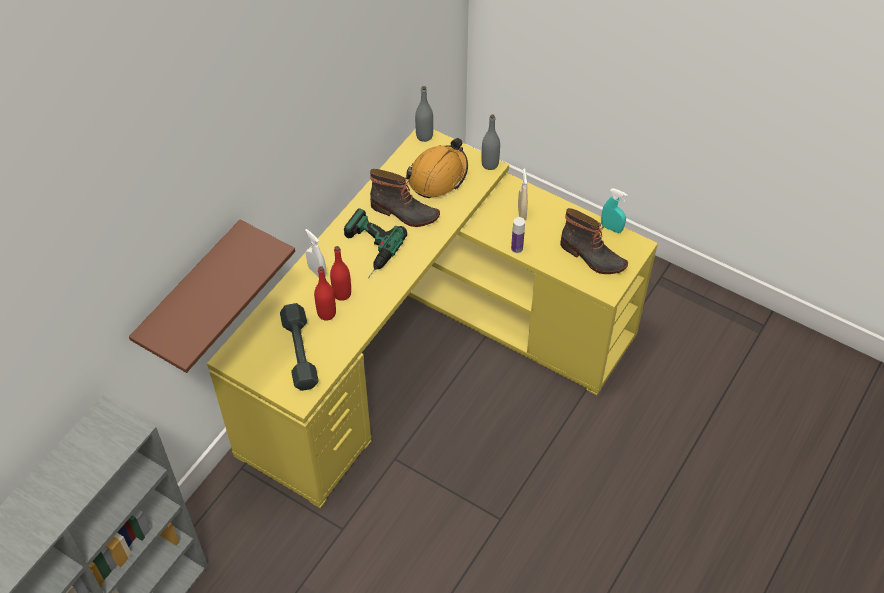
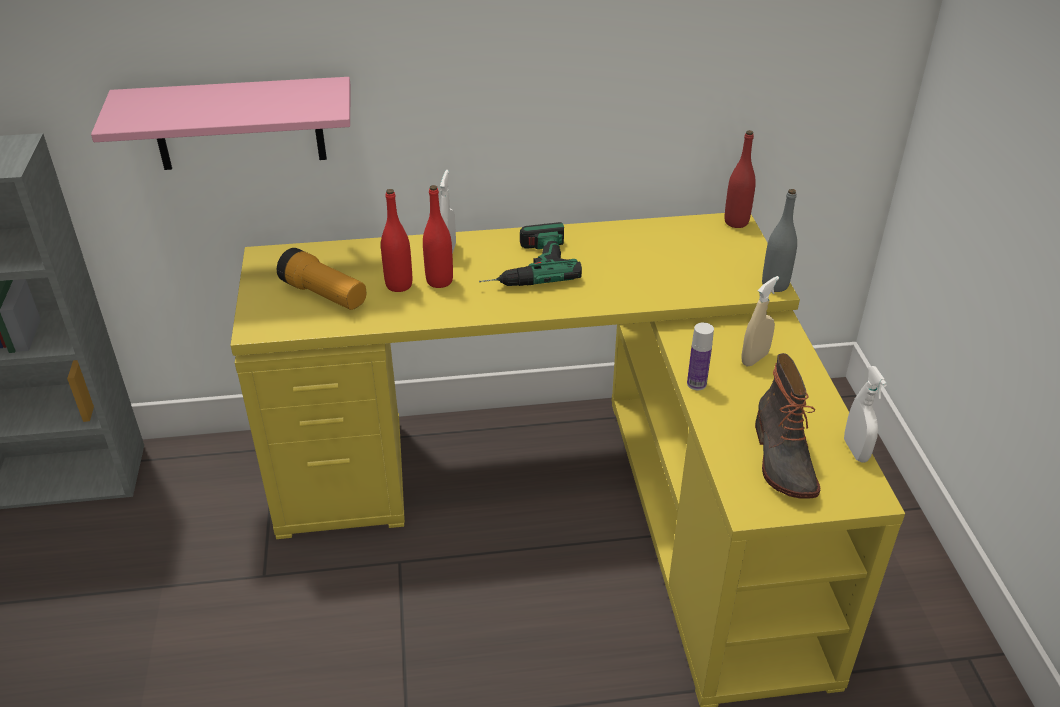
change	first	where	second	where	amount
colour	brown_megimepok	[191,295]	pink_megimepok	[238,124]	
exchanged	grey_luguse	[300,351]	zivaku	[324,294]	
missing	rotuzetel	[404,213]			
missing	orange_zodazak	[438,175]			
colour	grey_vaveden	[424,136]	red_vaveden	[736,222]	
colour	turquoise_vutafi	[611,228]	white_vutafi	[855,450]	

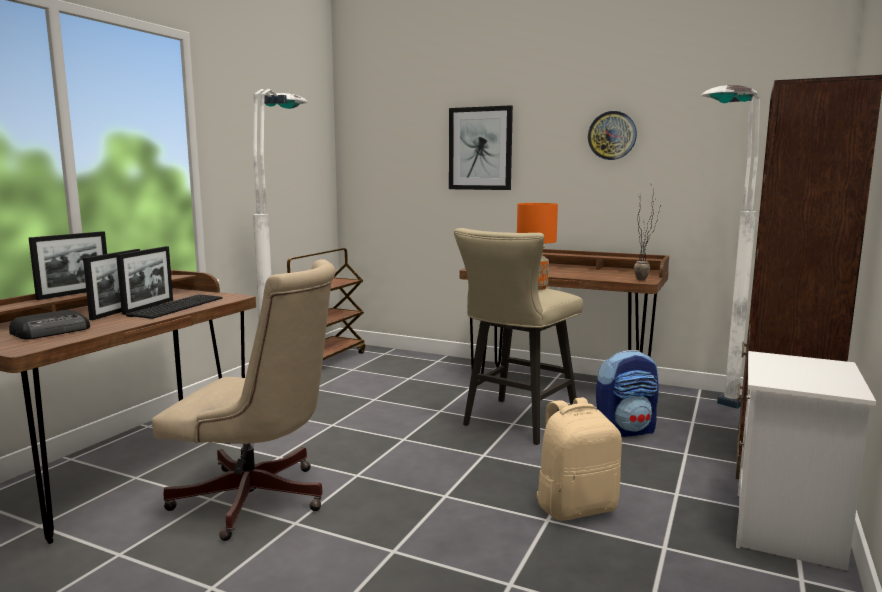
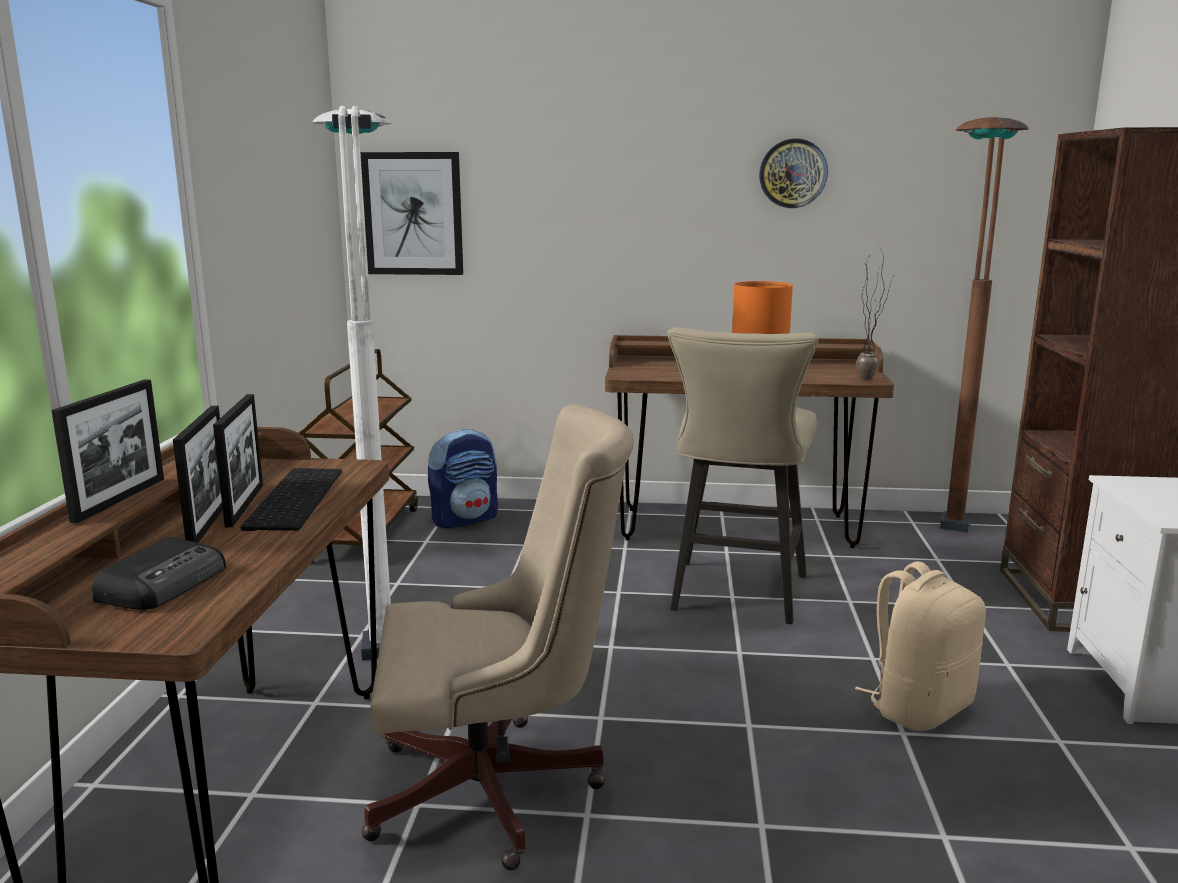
change	first	where	second	where	amount
relocated	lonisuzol	[480,148]		[413,214]	
relocated	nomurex	[625,430]		[465,519]	
colour	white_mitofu	[710,414]	brown_mitofu	[946,545]	

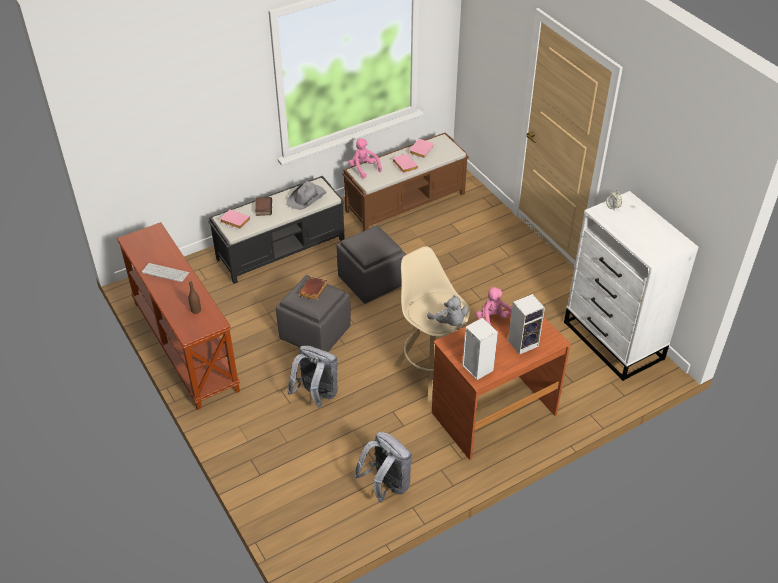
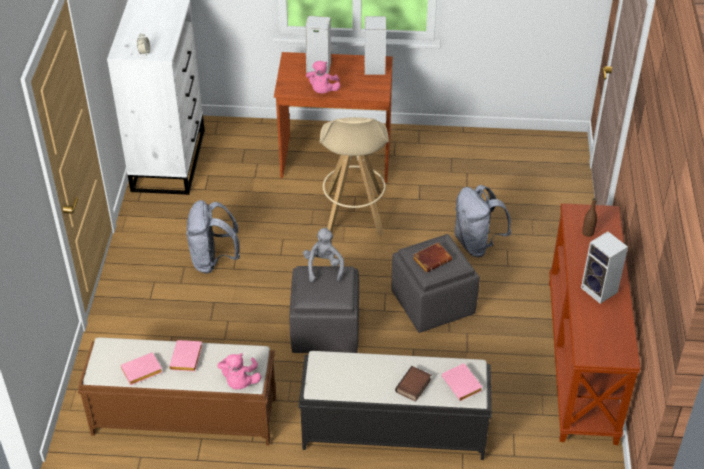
change	first	where	second	where	amount
exchanged	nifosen	[165,273]	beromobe	[600,290]	
missing	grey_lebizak	[307,198]			
relocated	grey_nomurex	[386,485]		[213,260]	
relocated	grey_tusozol	[449,322]		[323,267]	

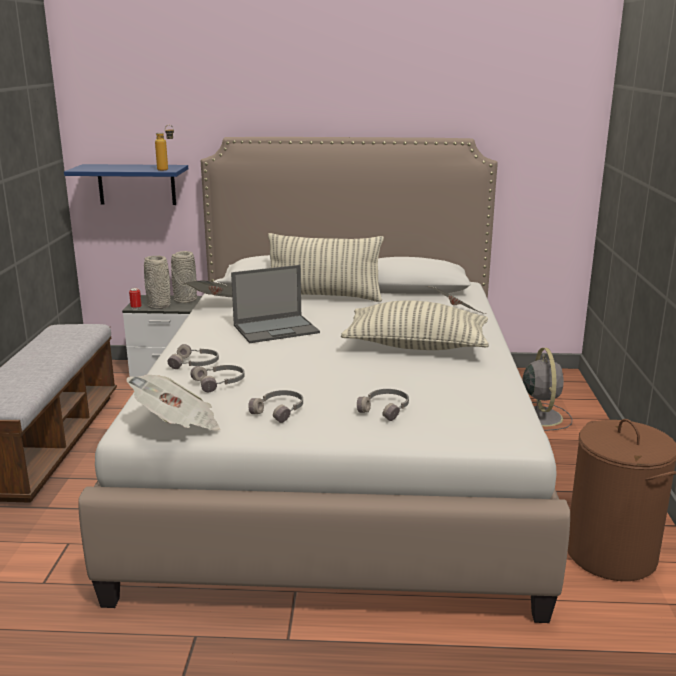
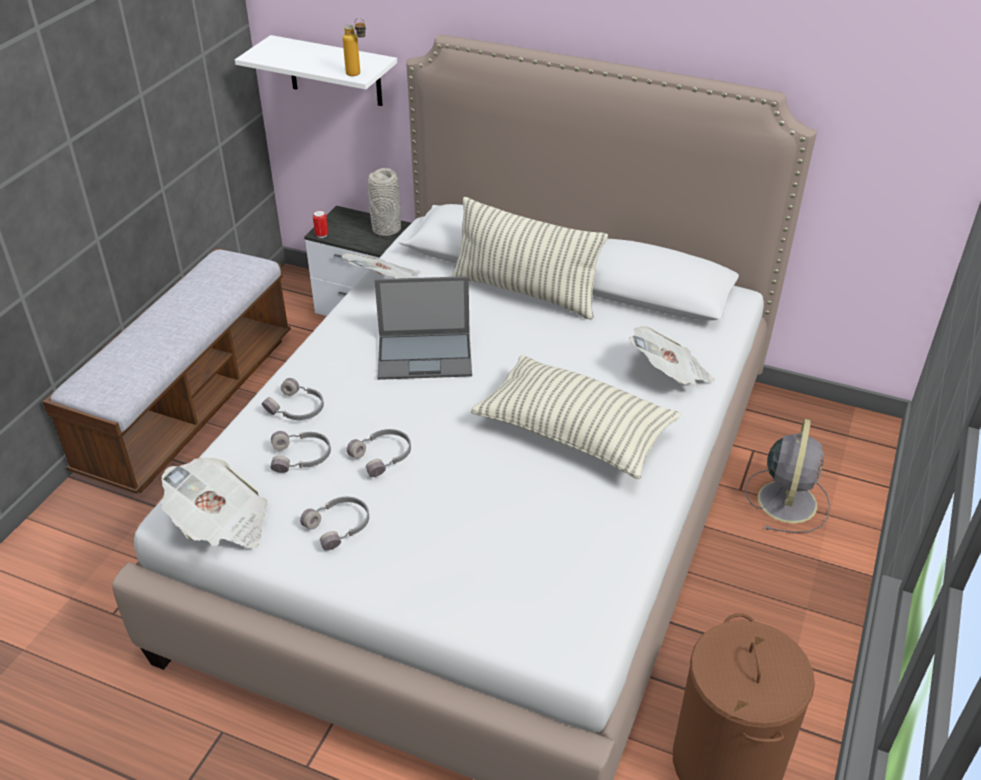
change	first	where	second	where	amount
colour	blue_megimepok	[136,184]	white_megimepok	[335,71]	
missing	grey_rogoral	[159,306]			
relocated	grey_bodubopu	[386,409]		[383,456]	

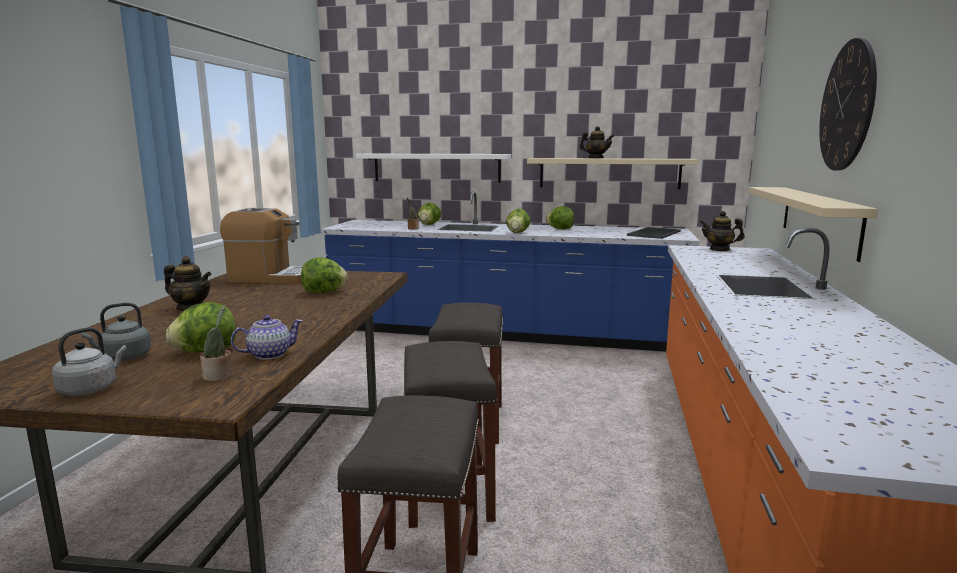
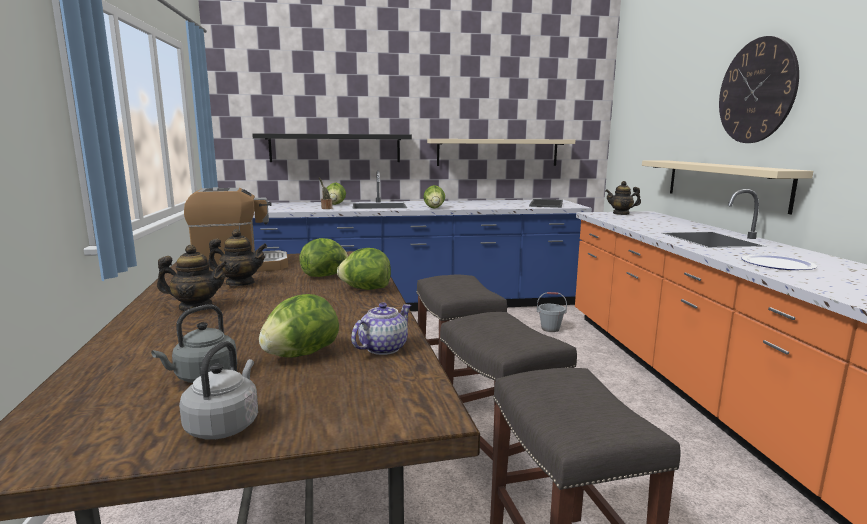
change	first	where	second	where	amount
missing	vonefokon	[219,376]			
colour	white_megimepok	[436,167]	black_megimepok	[335,148]	
relocated	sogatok	[560,229]		[365,289]	
relocated	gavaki	[596,158]		[240,283]	
appeared			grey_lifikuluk	[550,329]	
appeared			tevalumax	[777,264]	

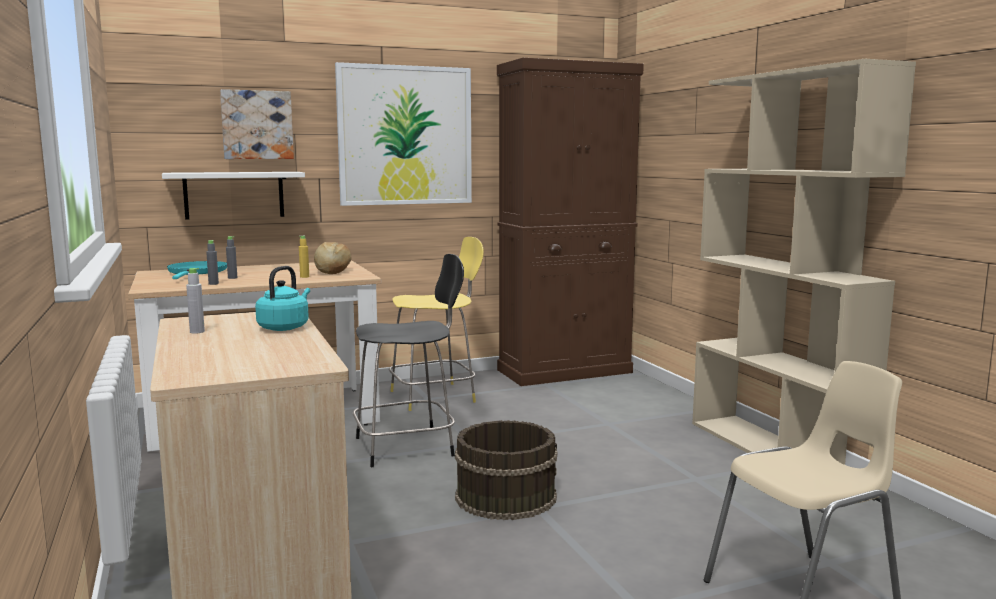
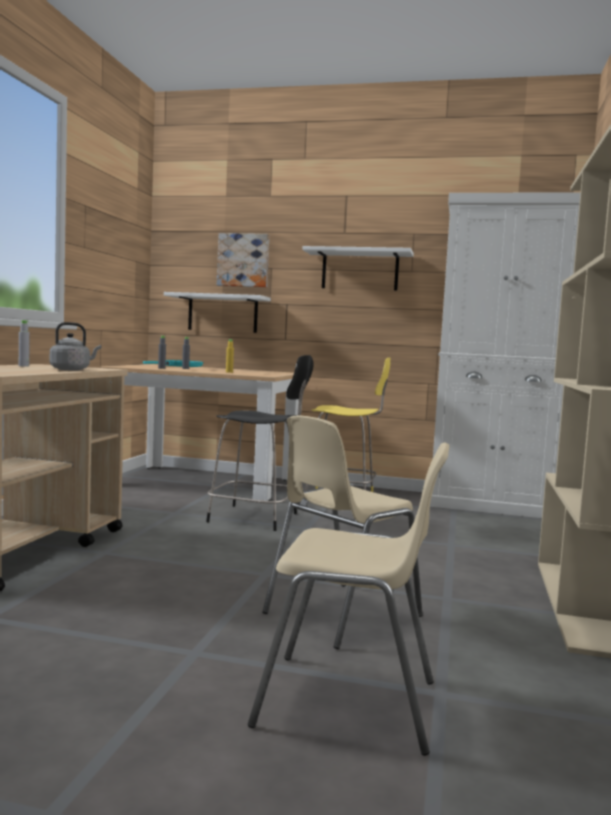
change	first	where	second	where	amount
colour	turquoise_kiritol	[285,327]	grey_kiritol	[72,369]	
missing	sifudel	[332,271]			
exchanged	lonisuzol	[405,136]	white_megimepok	[360,270]	
missing	brown_lifikuluk	[505,496]			
colour	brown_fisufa	[565,371]	white_fisufa	[491,506]	
appeared			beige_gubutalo	[339,614]	

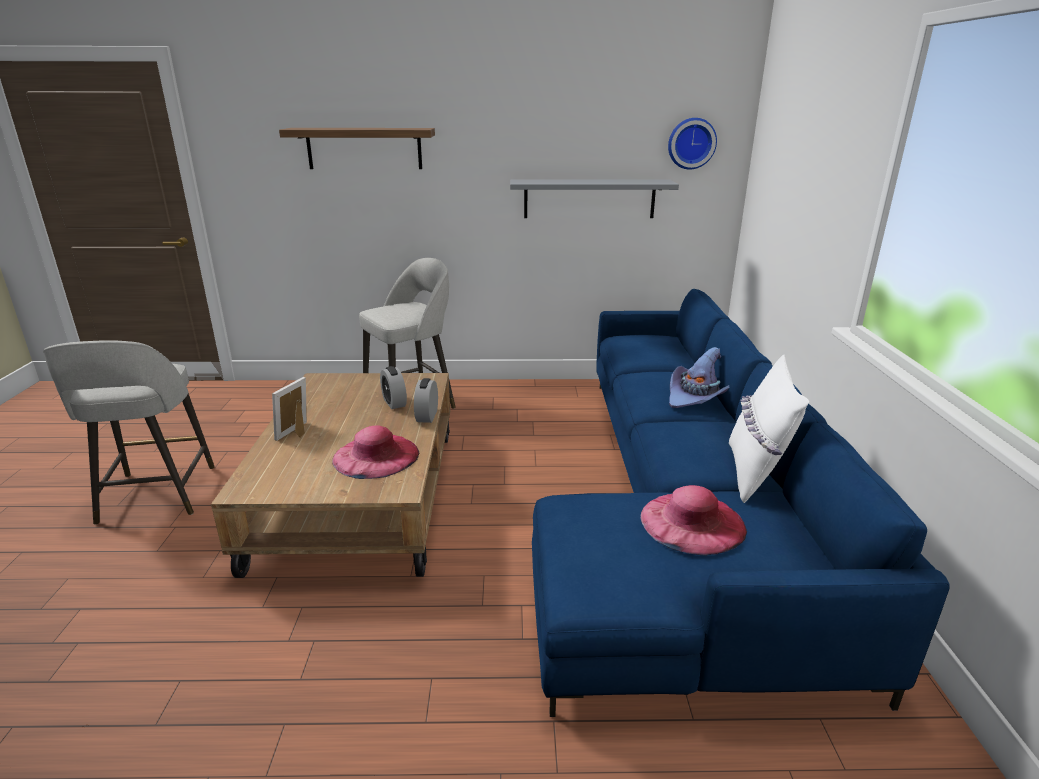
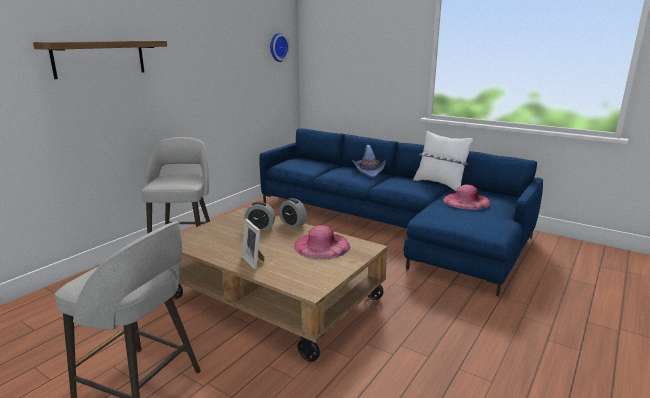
change	first	where	second	where	amount
missing	grey_megimepok	[589,198]			

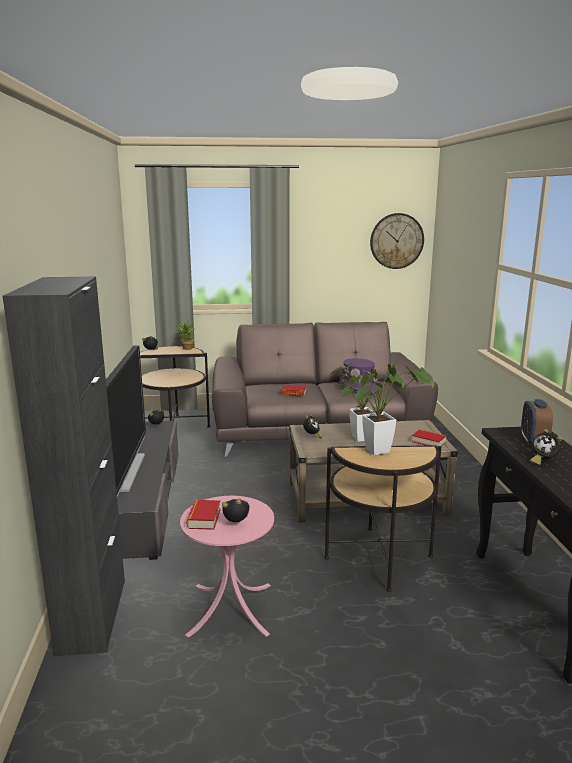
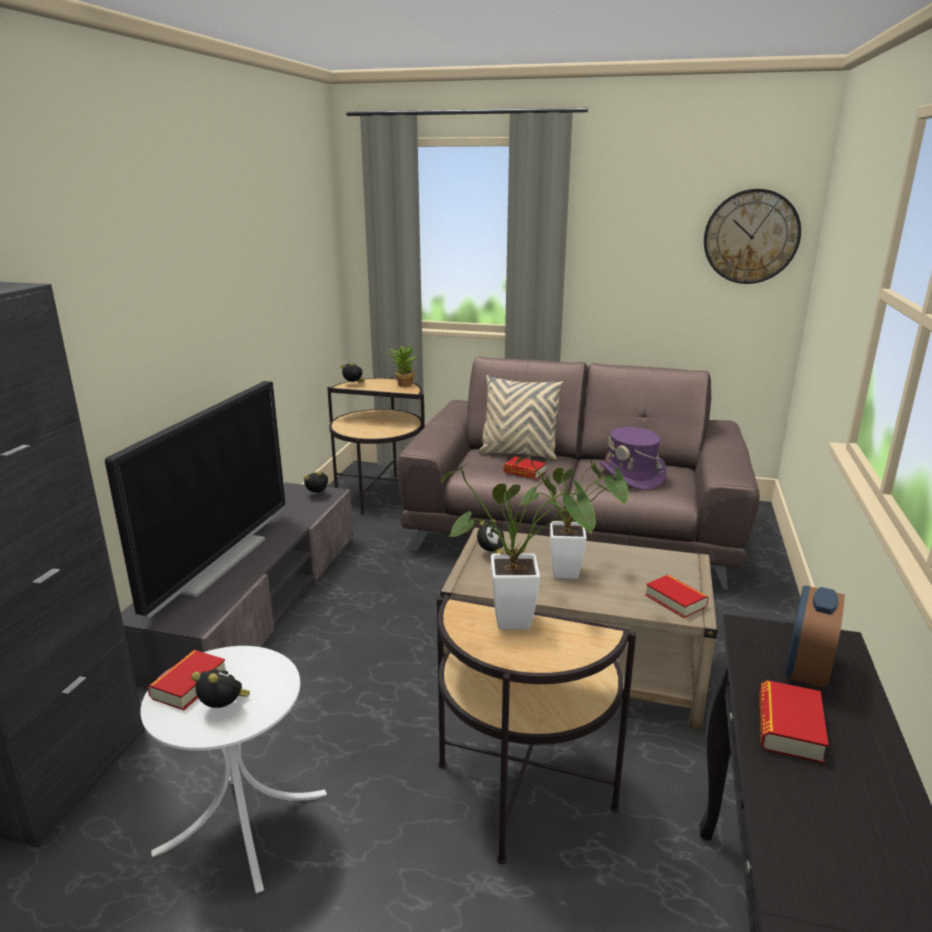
change	first	where	second	where	amount
colour	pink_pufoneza	[230,609]	white_pufoneza	[242,821]	
exchanged	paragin	[542,461]	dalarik	[789,727]	
appeared			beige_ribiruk	[518,453]	

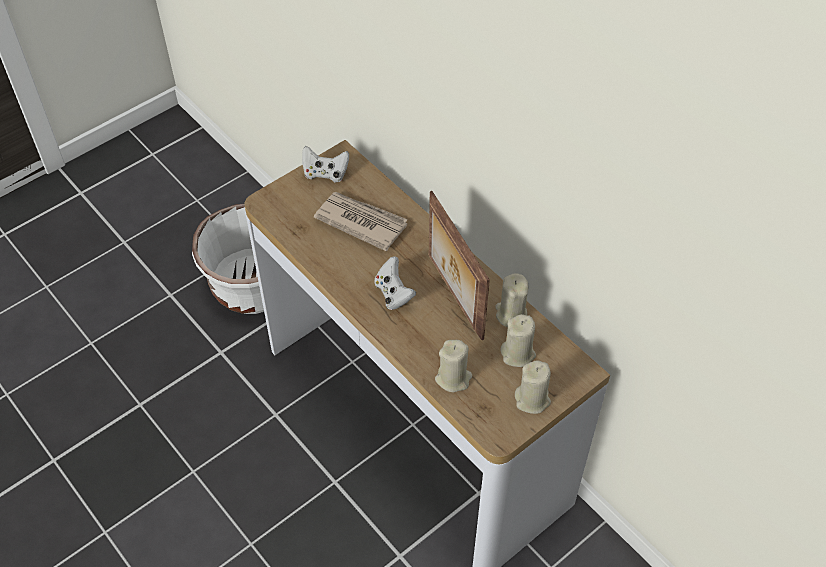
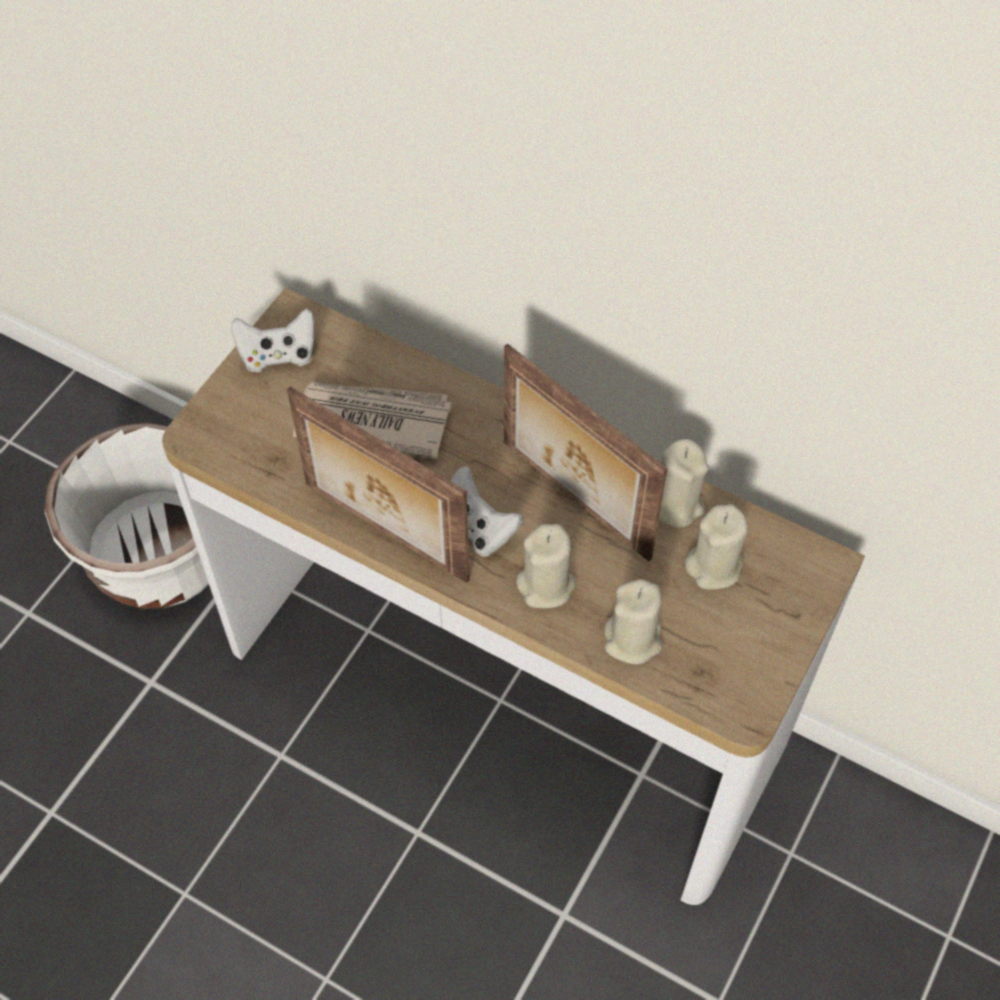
change	first	where	second	where	amount
relocated	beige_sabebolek	[532,399]		[546,585]	
appeared			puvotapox	[383,533]	

